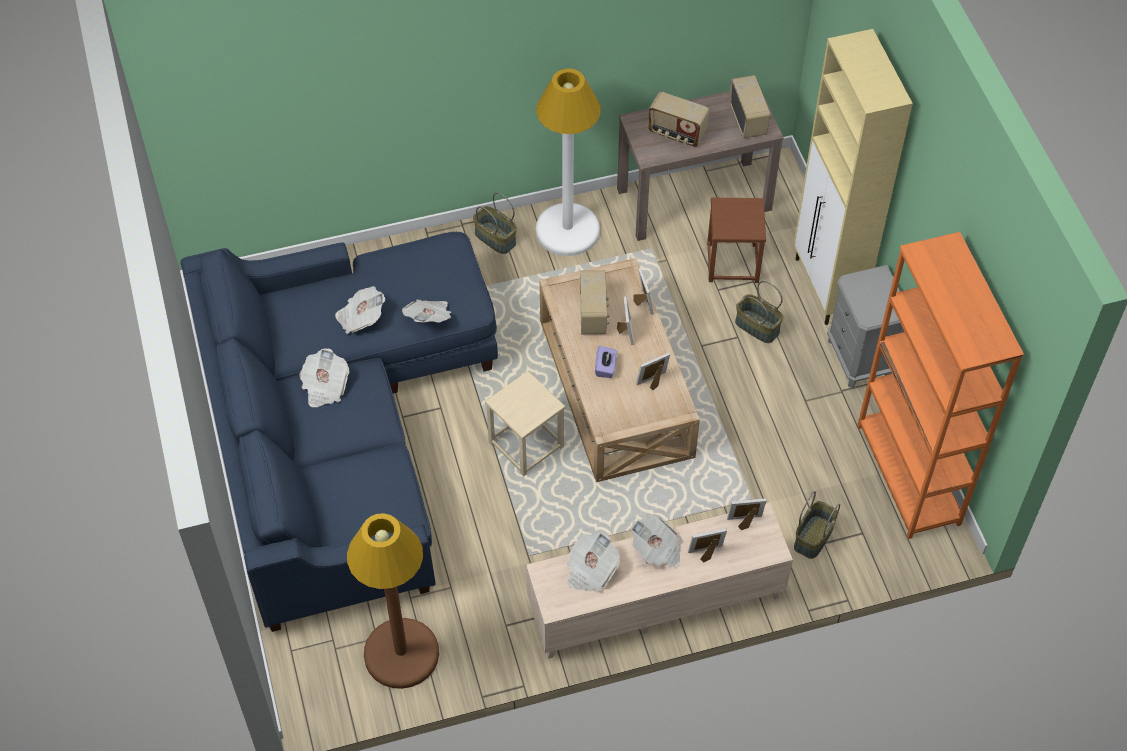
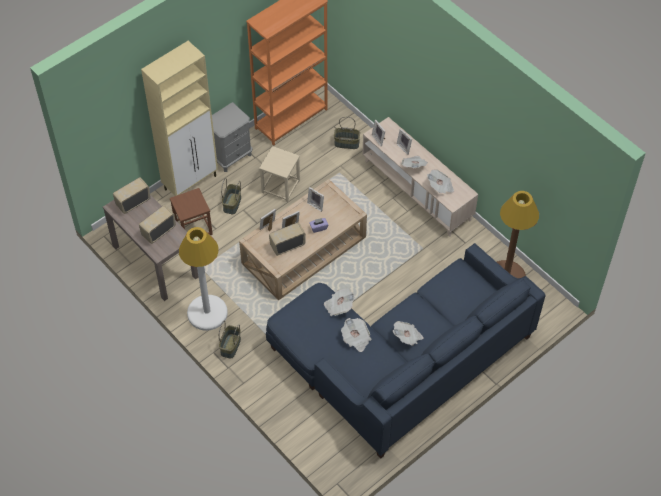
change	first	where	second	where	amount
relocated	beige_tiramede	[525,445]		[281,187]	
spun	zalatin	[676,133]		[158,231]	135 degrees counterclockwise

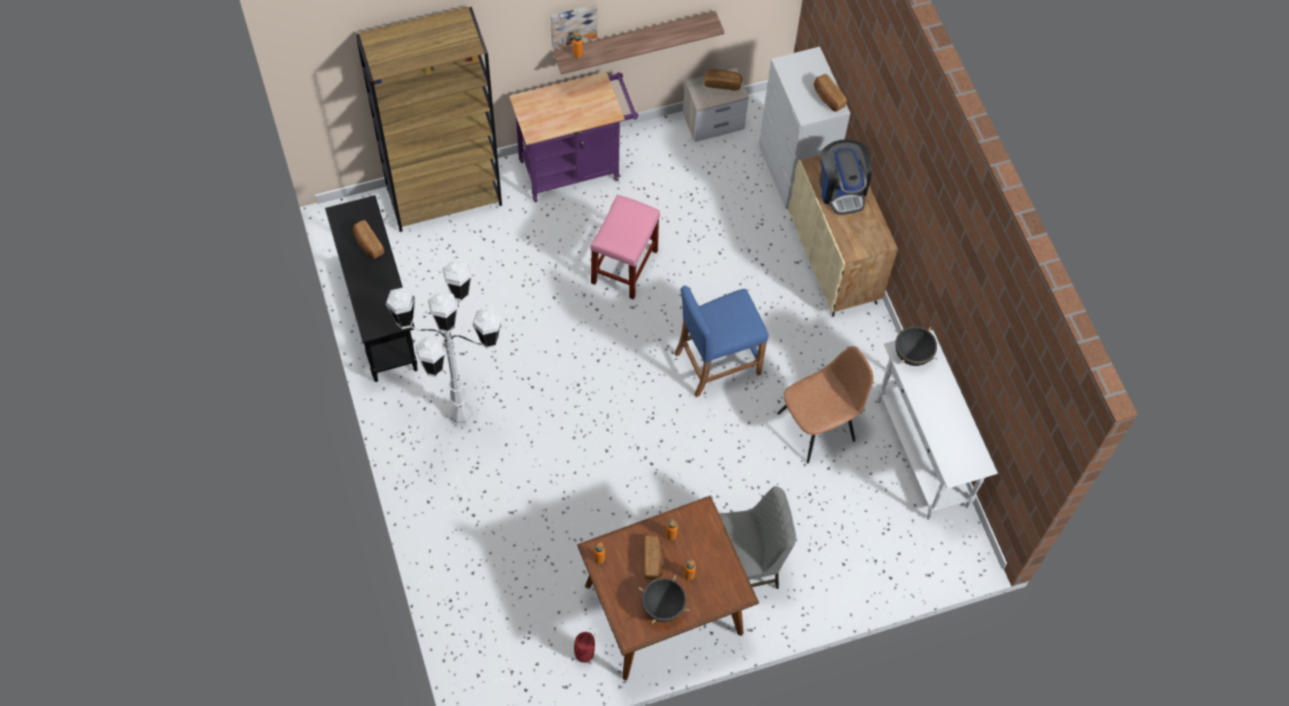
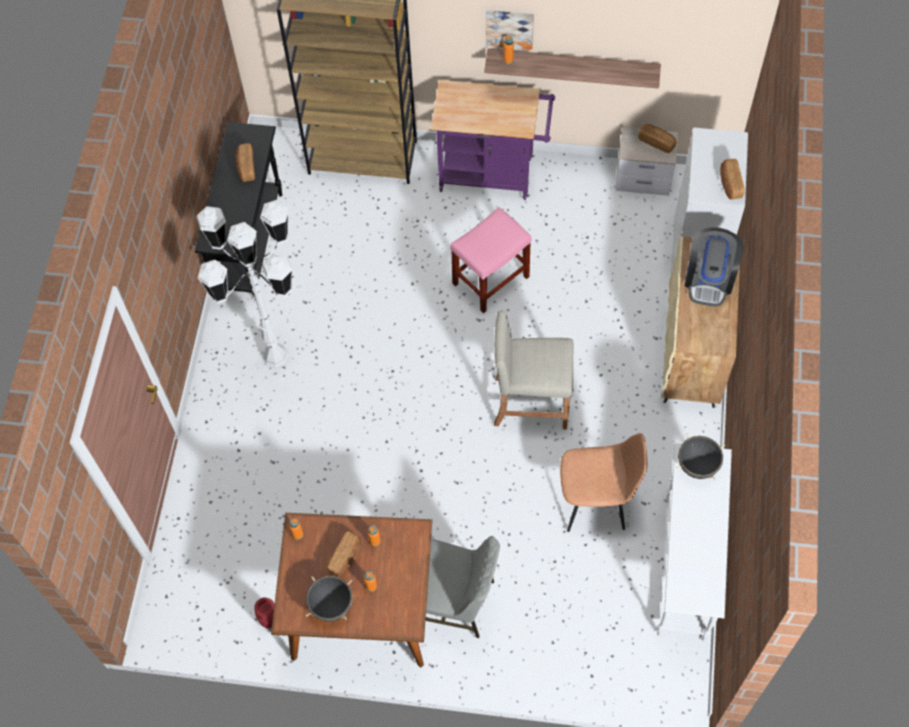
change	first	where	second	where	amount
colour	blue_tiramede	[717,363]	beige_tiramede	[530,402]	

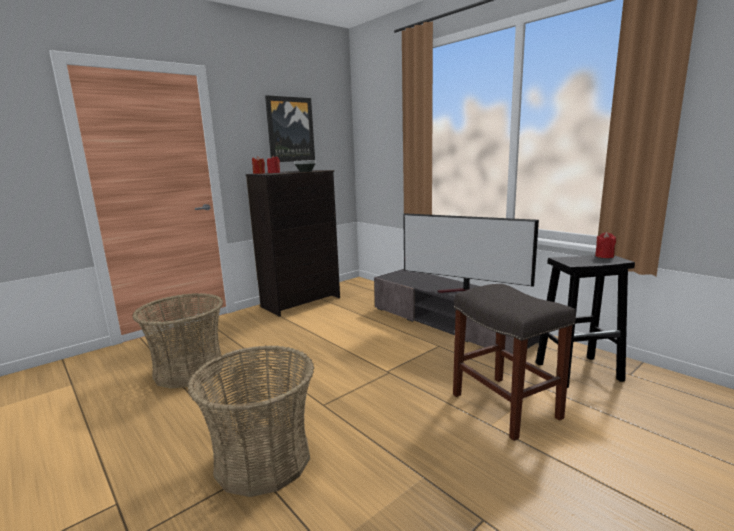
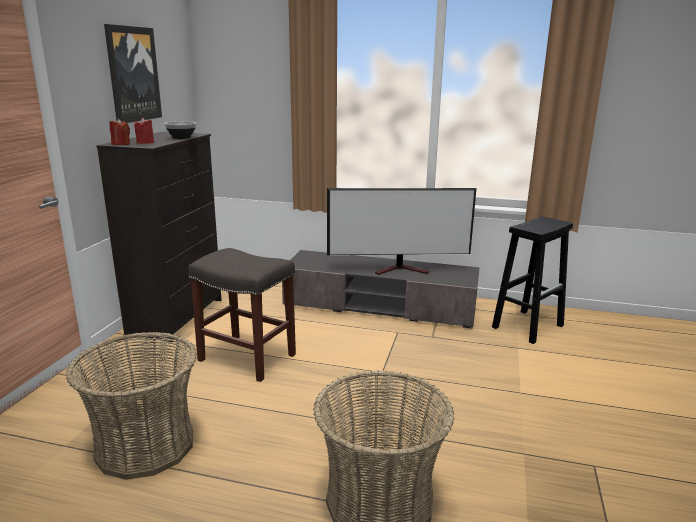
change	first	where	second	where	amount
relocated	grey_tiramede	[507,406]		[248,357]	
missing	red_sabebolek	[604,256]			

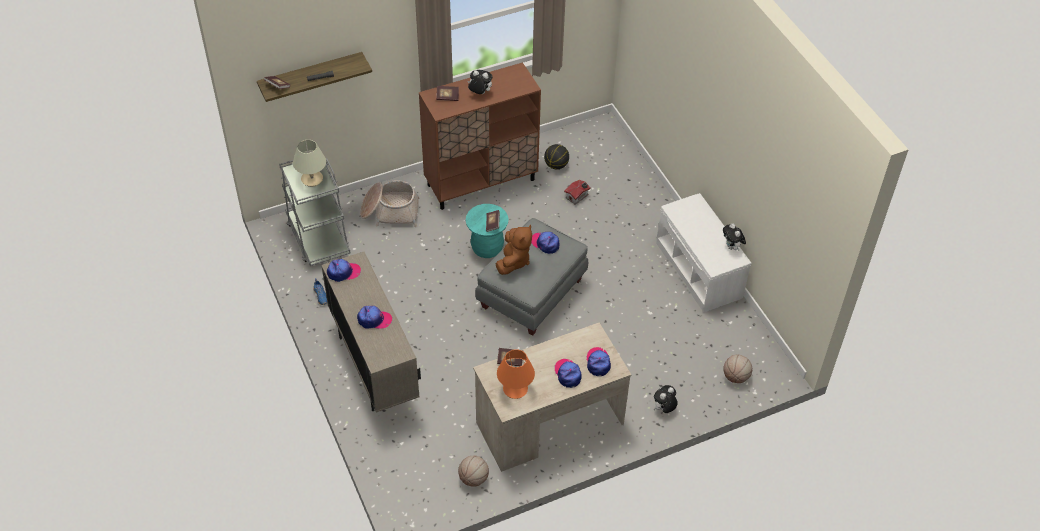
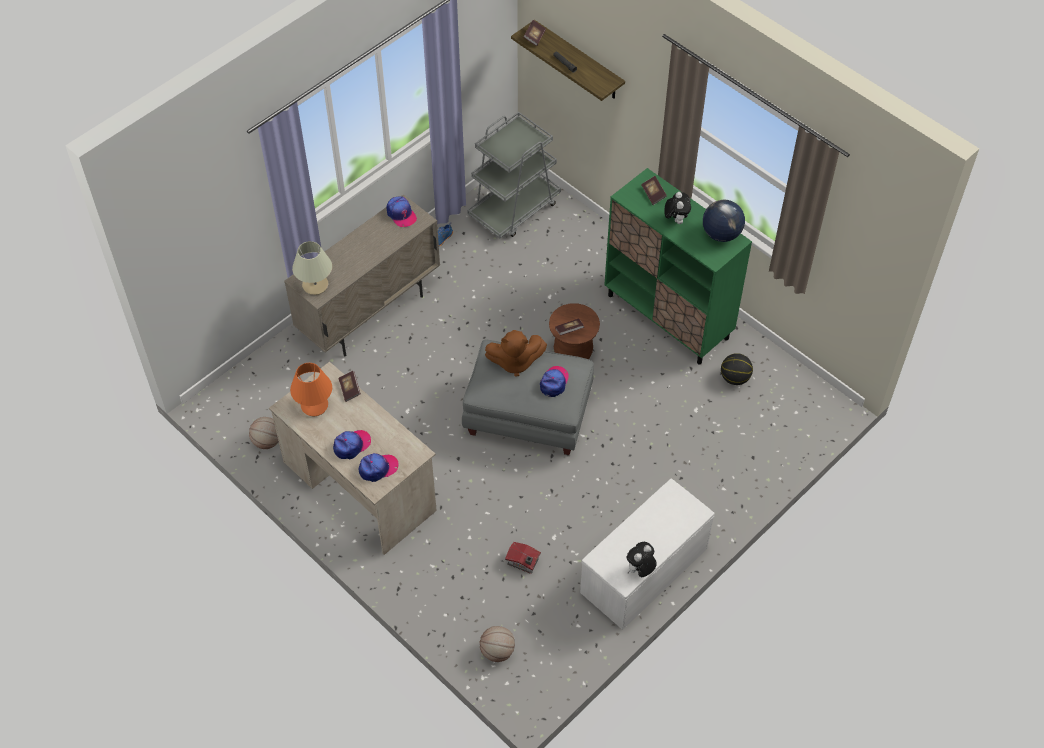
change	first	where	second	where	amount
relocated	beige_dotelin	[312,179]		[315,285]	
missing	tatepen	[374,320]			
missing	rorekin	[390,211]			
colour	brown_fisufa	[481,182]	green_fisufa	[668,317]	
colour	turquoise_tiramede	[487,248]	brown_tiramede	[573,354]	
relocated	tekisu	[577,196]		[523,563]	
missing	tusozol	[664,409]			
appeared			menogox	[721,234]	

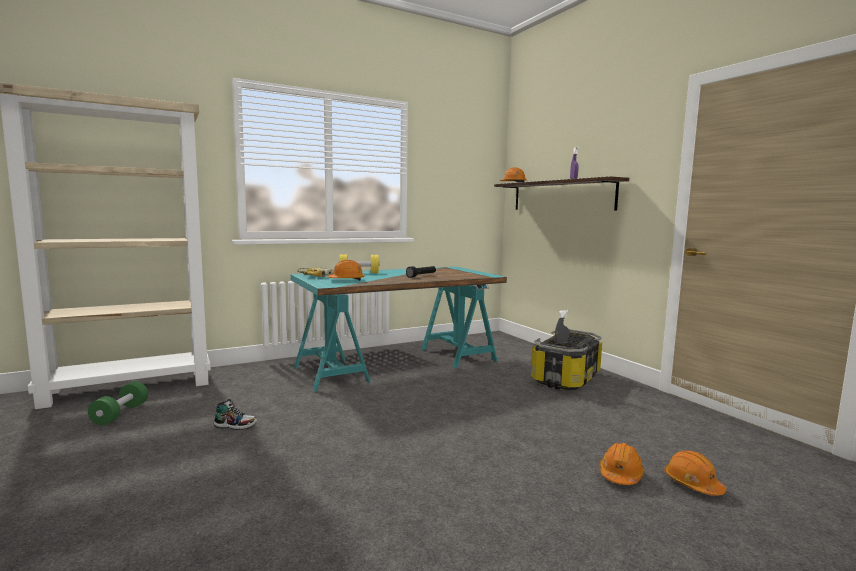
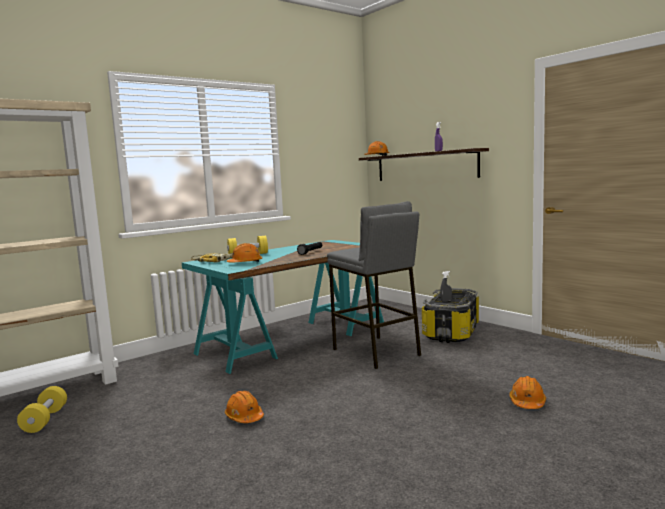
change	first	where	second	where	amount
colour	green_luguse	[120,414]	yellow_luguse	[45,420]	
missing	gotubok	[235,425]			
relocated	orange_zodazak	[692,484]		[244,417]	
appeared			grey_tiramede	[376,352]	

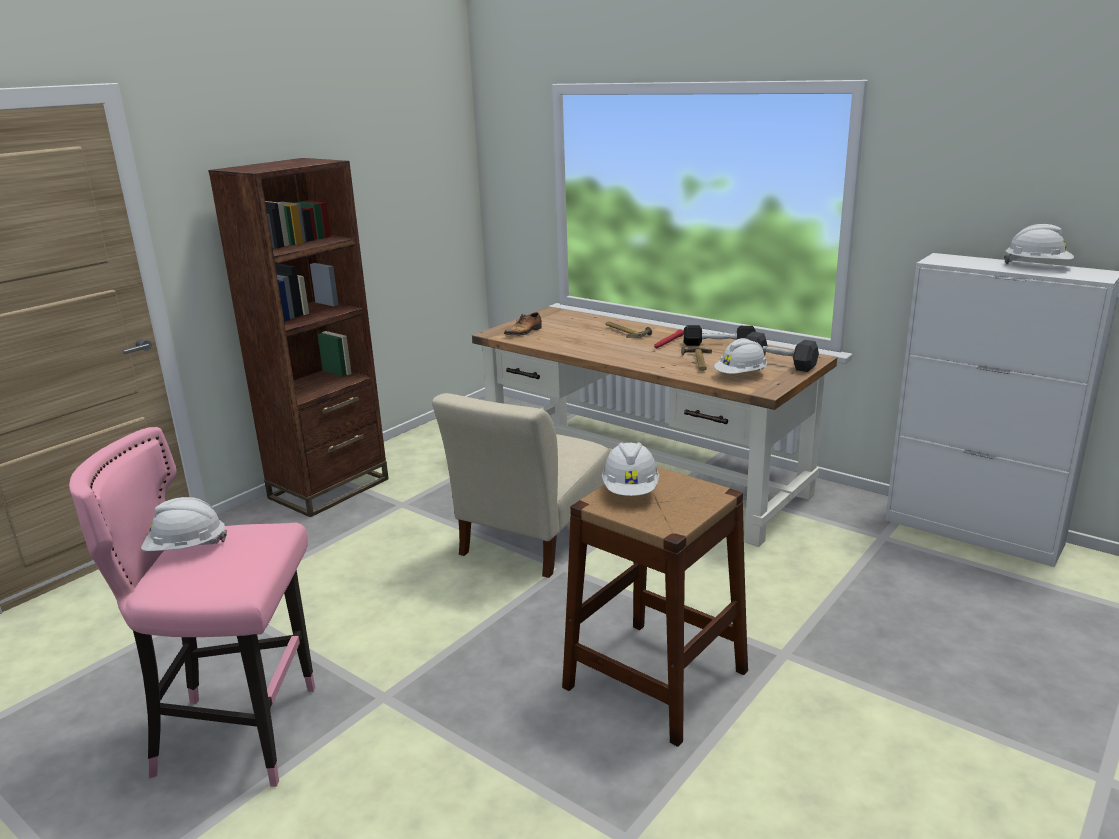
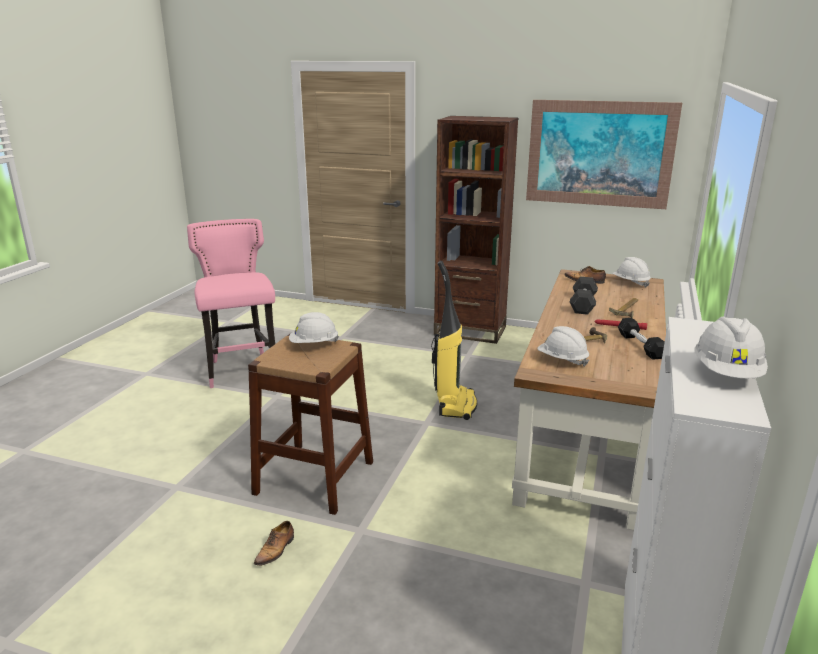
change	first	where	second	where	amount
relocated	white_zodazak	[186,549]		[630,283]	
exchanged	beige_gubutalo	[531,539]	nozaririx	[455,405]	
relocated	grey_luguse	[779,364]		[582,304]	
appeared			gotubok	[276,550]	
appeared			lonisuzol	[599,154]	

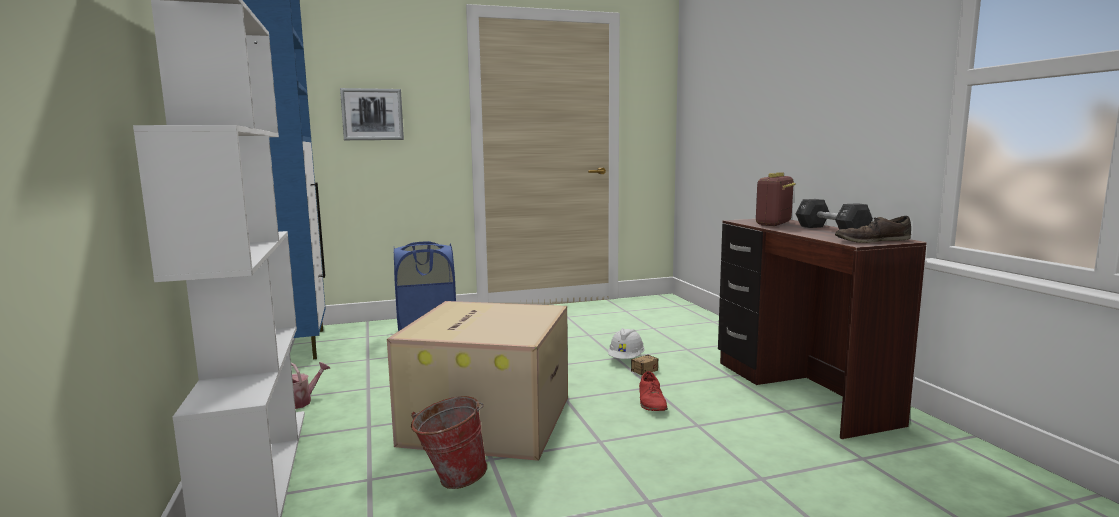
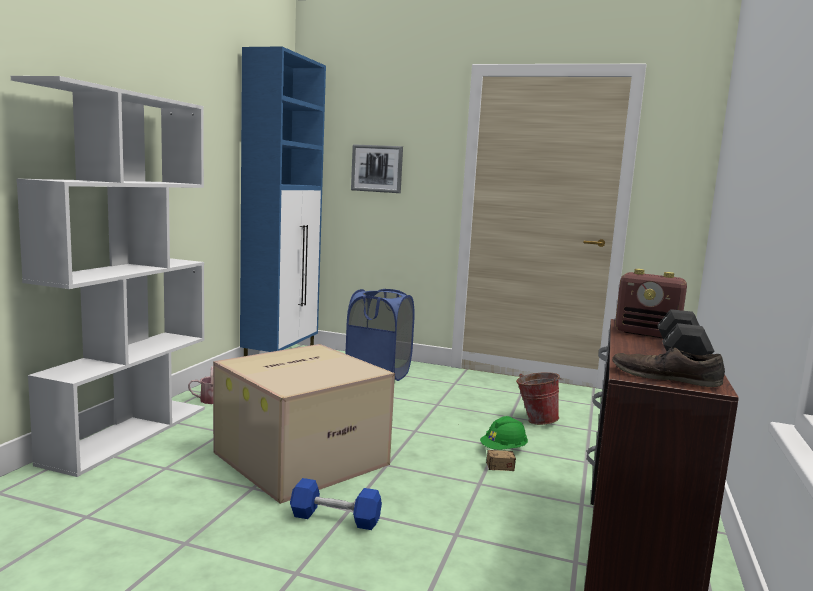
change	first	where	second	where	amount
relocated	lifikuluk	[450,479]		[535,420]	
colour	white_zodazak	[626,359]	green_zodazak	[503,450]	
missing	red_gotubok	[652,402]			
spun	zalatin	[773,224]		[647,334]	135 degrees counterclockwise
appeared			blue_luguse	[335,518]	

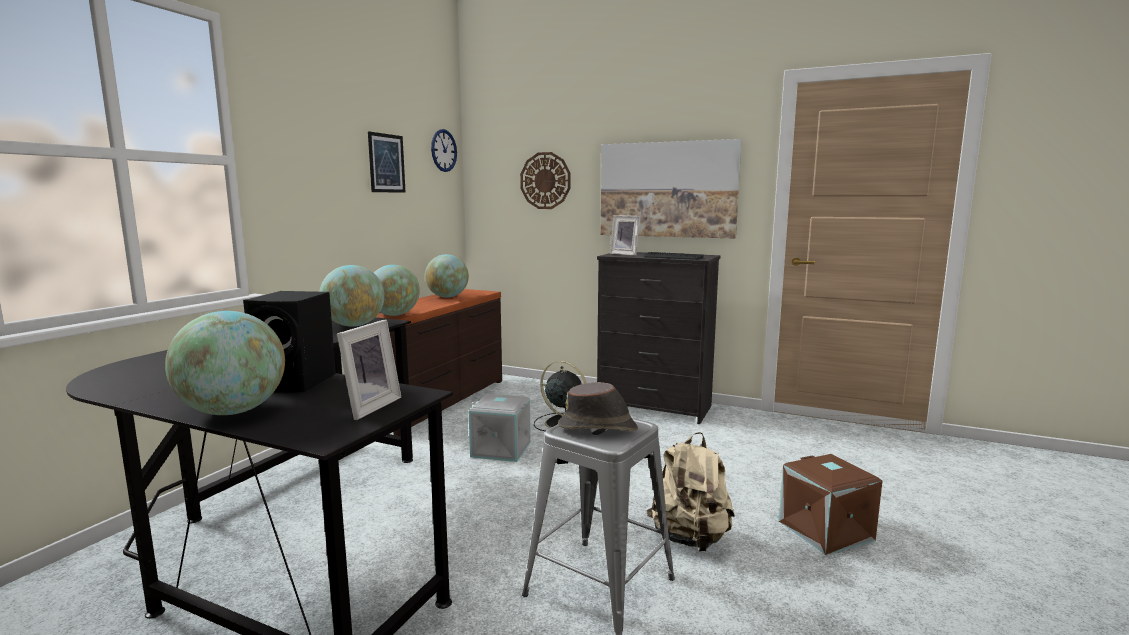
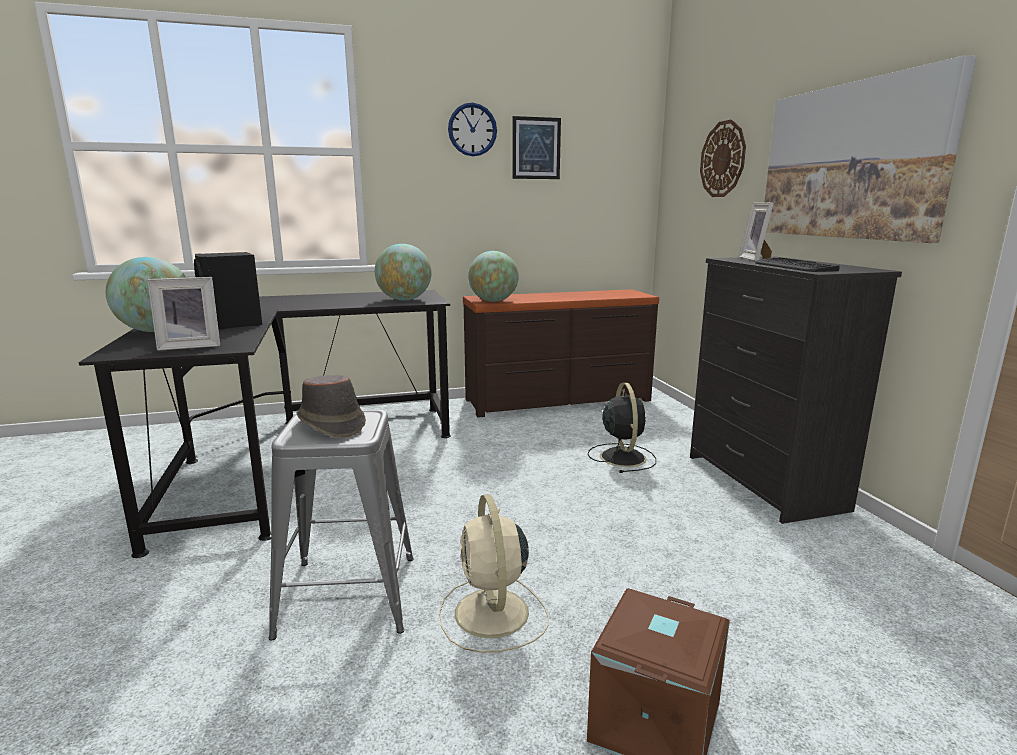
change	first	where	second	where	amount
missing	menogox	[447,297]			
relocated	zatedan	[443,150]		[472,129]	
missing	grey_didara	[502,449]			
exchanged	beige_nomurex	[690,539]	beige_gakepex	[492,615]	

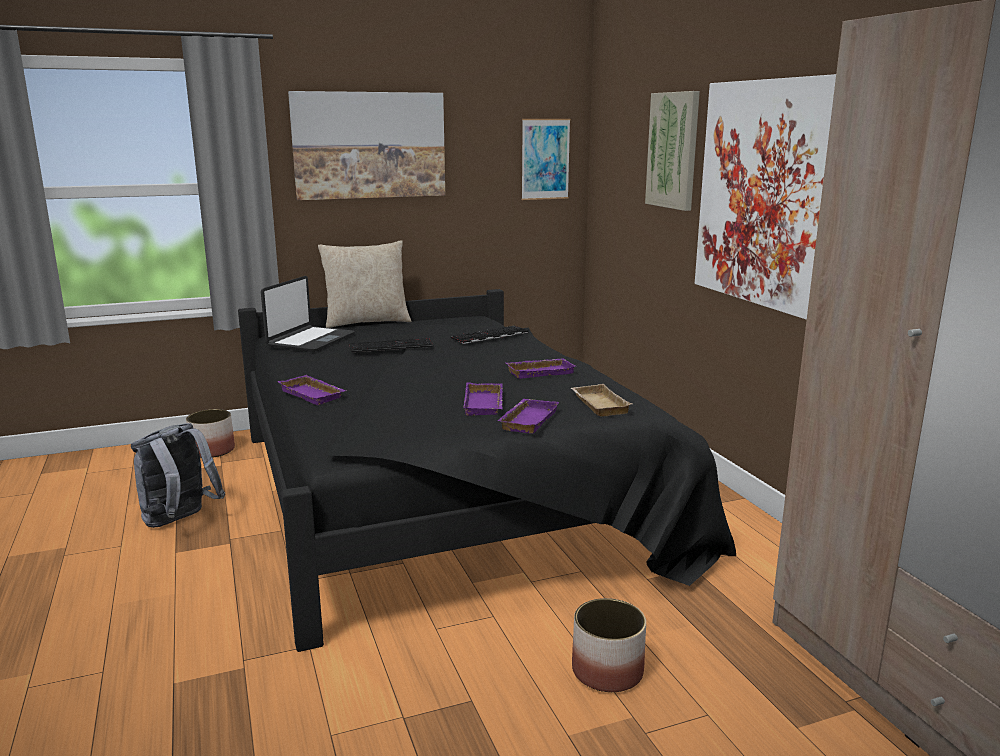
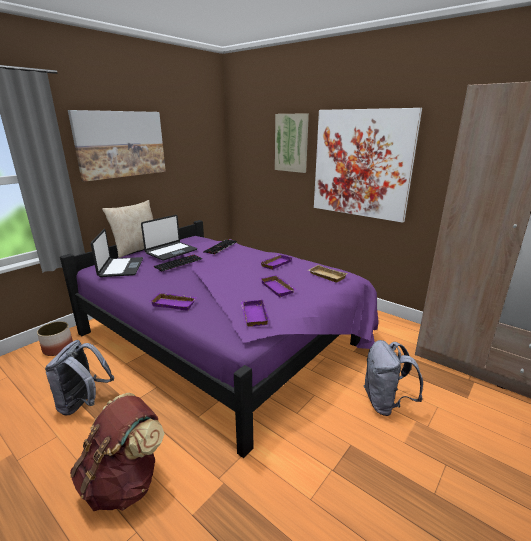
change	first	where	second	where	amount
colour	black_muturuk	[447,496]	purple_muturuk	[227,337]	
relocated	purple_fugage	[527,420]		[253,315]	
missing	lonisuzol	[545,159]			
exchanged	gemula	[607,671]	grey_nomurex	[385,403]	
appeared			brown_nomurex	[125,481]	
appeared			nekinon	[171,251]	

